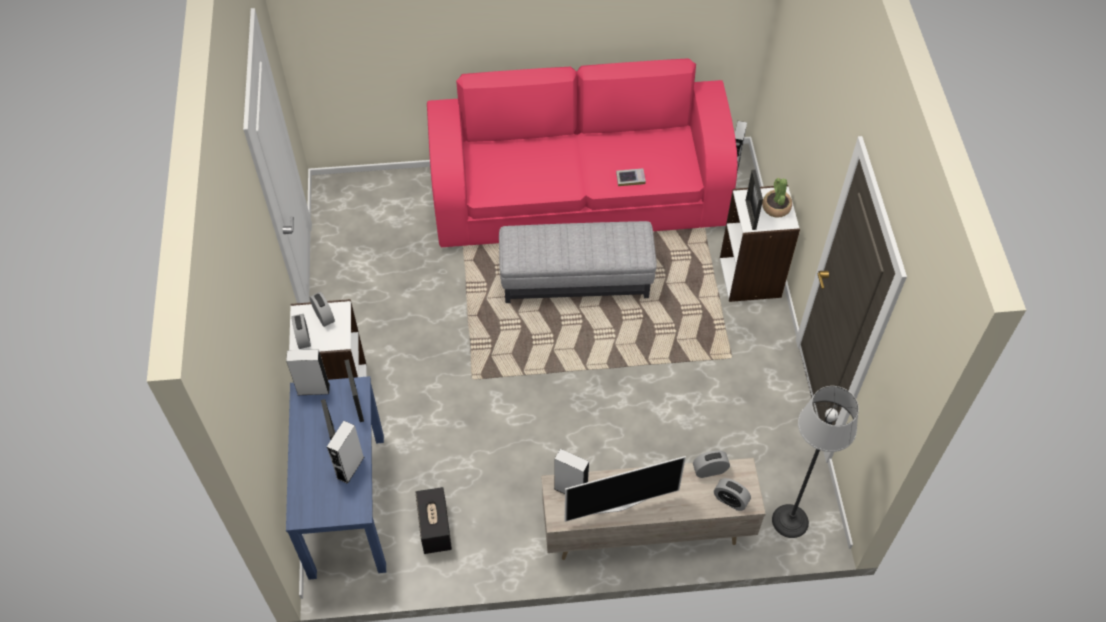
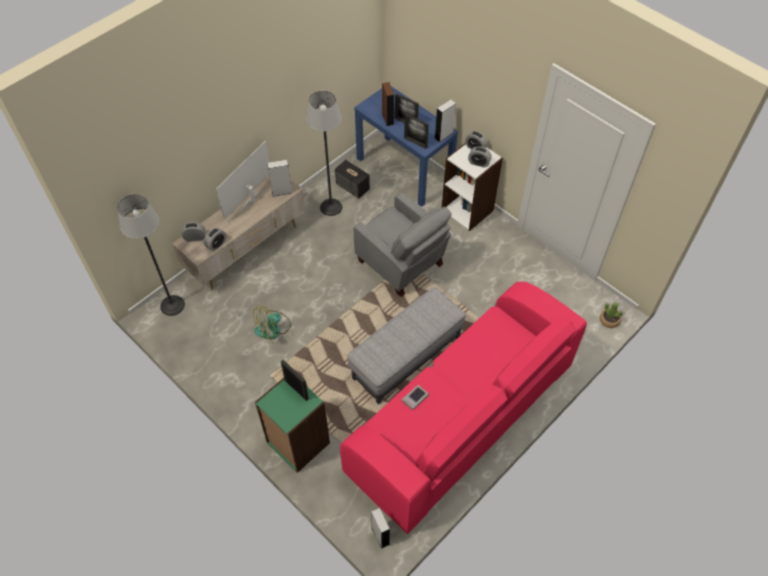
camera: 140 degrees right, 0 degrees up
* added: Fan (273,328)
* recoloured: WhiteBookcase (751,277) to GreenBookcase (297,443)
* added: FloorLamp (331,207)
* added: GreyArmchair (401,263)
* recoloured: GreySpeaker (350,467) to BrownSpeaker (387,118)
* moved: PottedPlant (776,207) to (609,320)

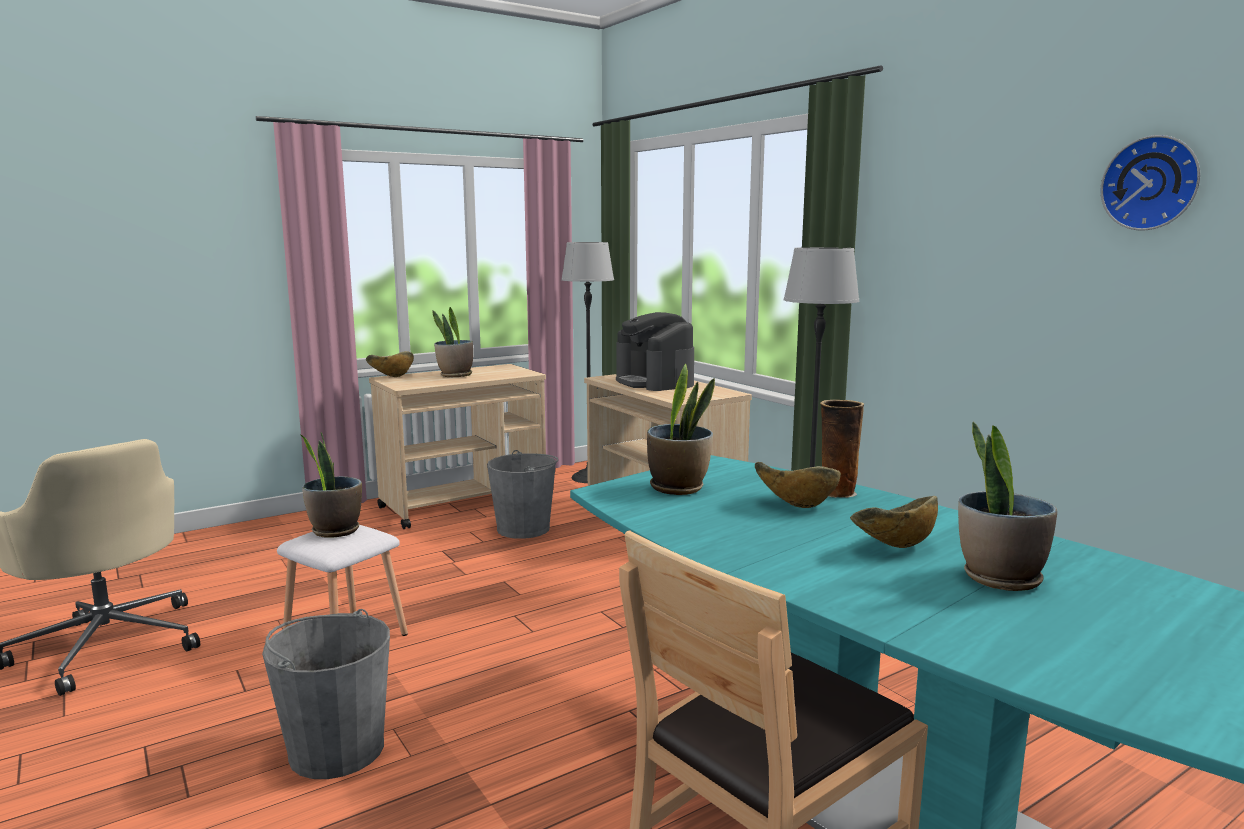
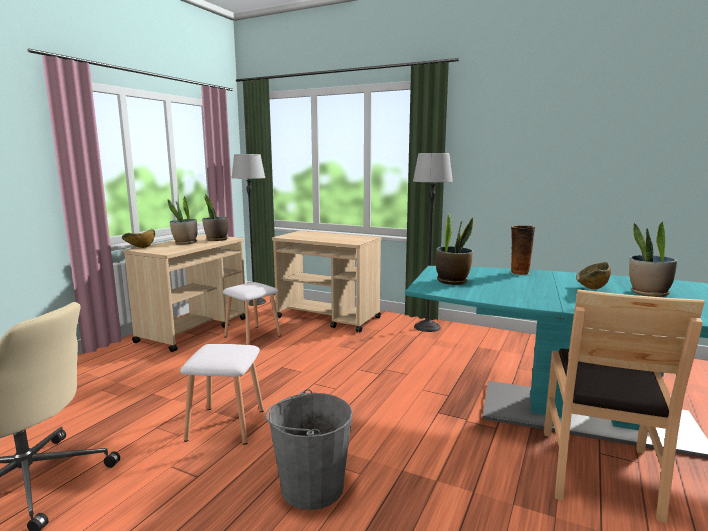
camera: 30 degrees left, 0 degrees up
* moved: PottedPlant (335,531) to (216,240)
* replaced: GreyBucket (524,529) to WhiteStool (253,336)
* removed: CoffeeMachine (654,382)
* removed: Bowl (796,506)
* removed: WallClock (1152,183)

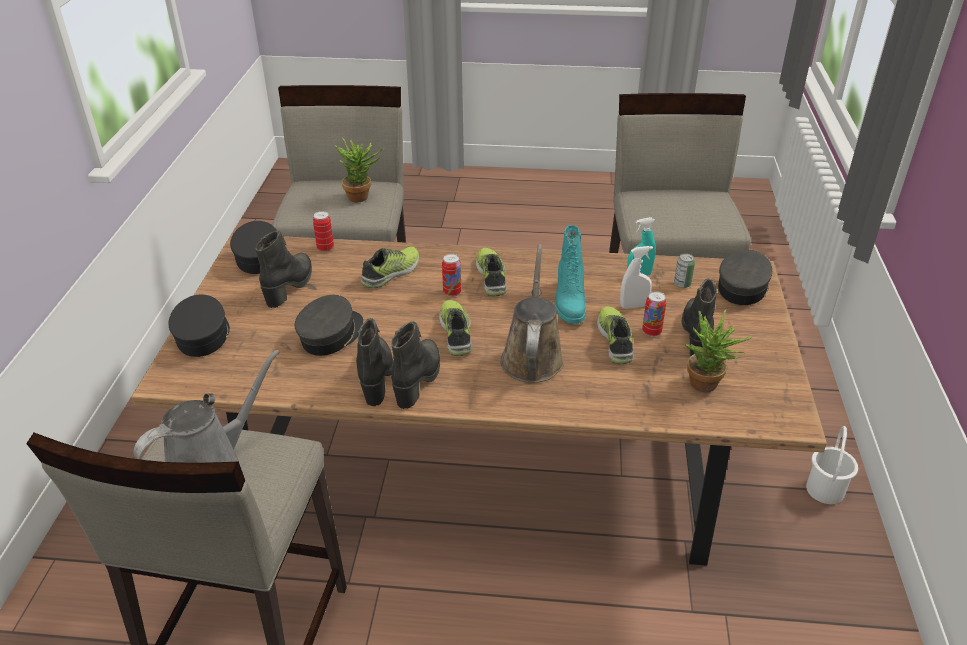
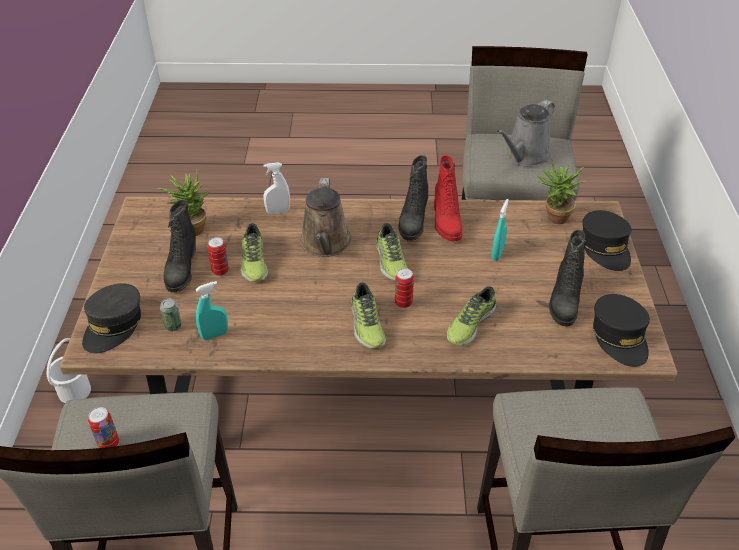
camera: 175 degrees right, 5 degrees up
* moved: Can (325,248) to (109,444)
* moved: WhiteSprayBottle (633,306) to (278,211)
* recoloured: BlackBoot (376,376) to RedBoot (445,222)
* replaced: GreyCap (331,335) to TurquoiseSprayBottle (497,254)
* moved: PottedPlant (362,197) to (553,218)
* removed: TurquoiseBoot (568,303)

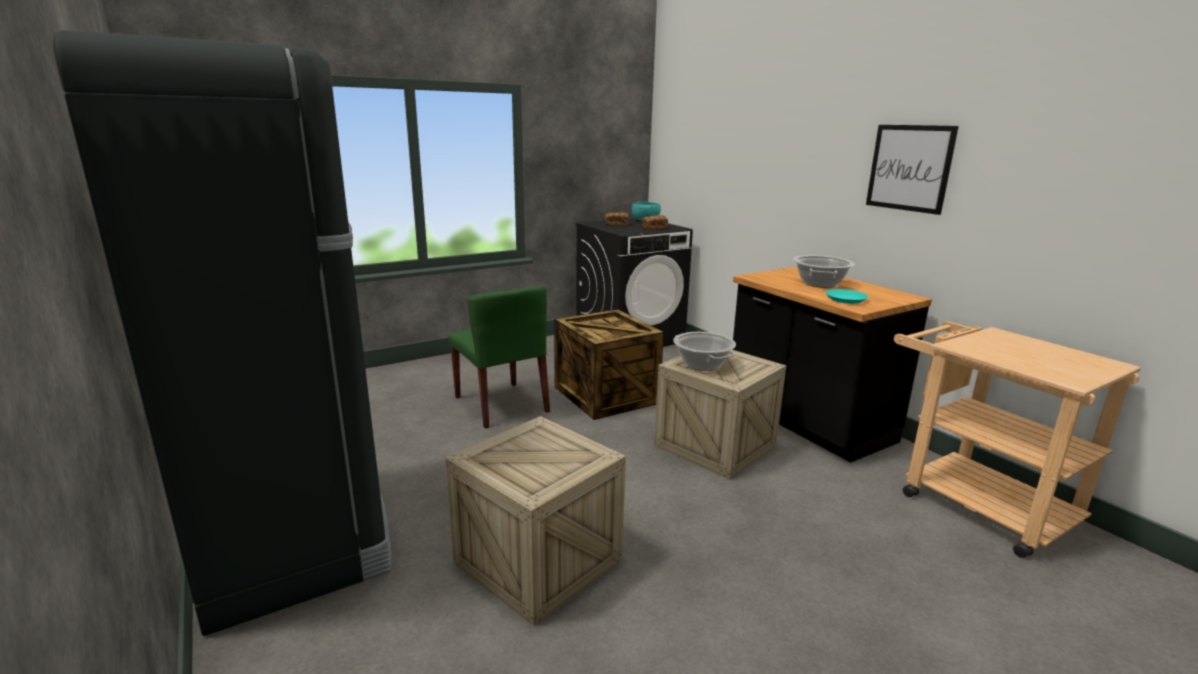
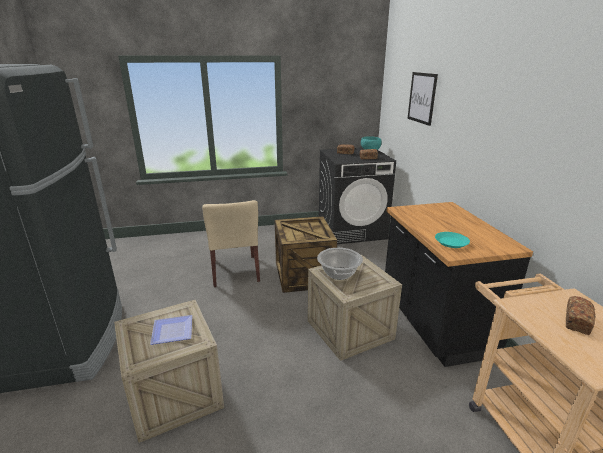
camera: 20 degrees right, 5 degrees up
* added: Plate (174,332)
* recoloured: GreenChair (501,404) to BeigeChair (235,271)
* moved: Picture (909,168) to (422,98)
* added: Bread (577,322)
* removed: CookingPot (820,284)

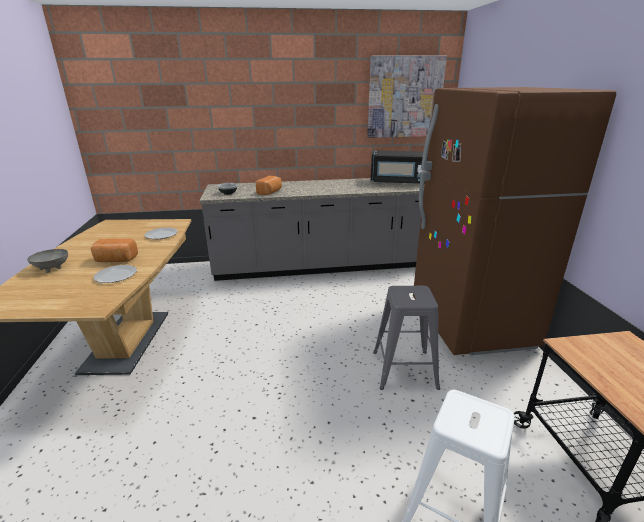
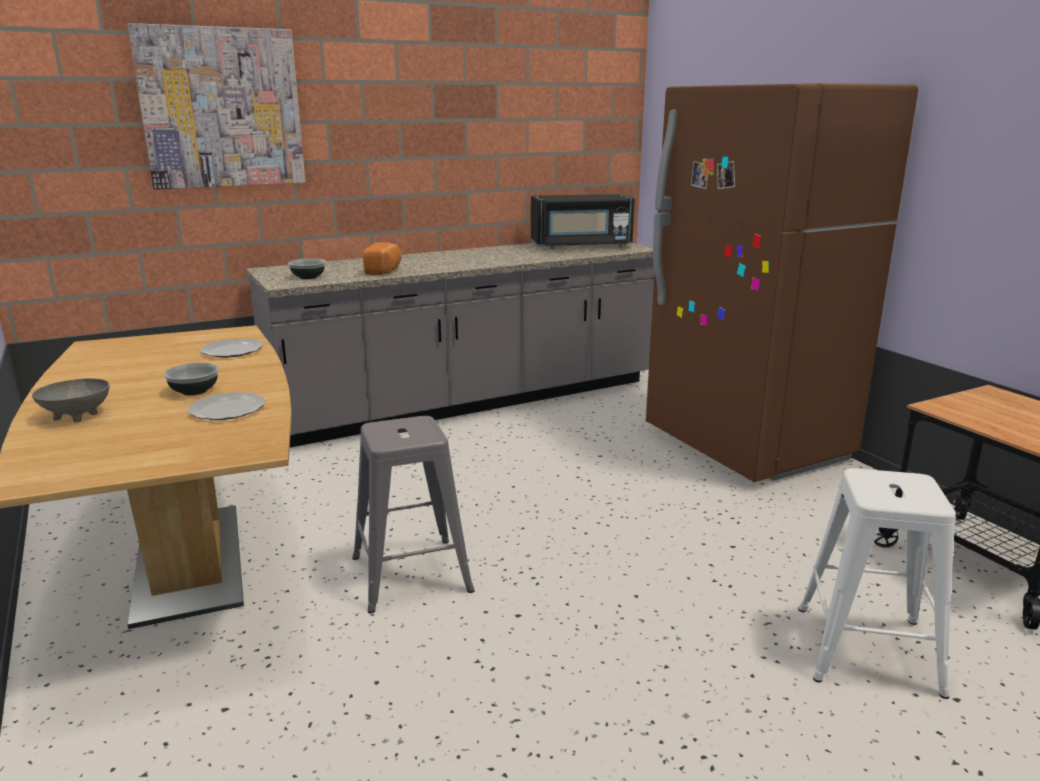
camera: 20 degrees left, 5 degrees down
* moved: Picture (405,97) to (221,108)
* replaced: Bread (115,260) to Bowl (194,391)
* moved: GreyStool (405,369) to (413,574)

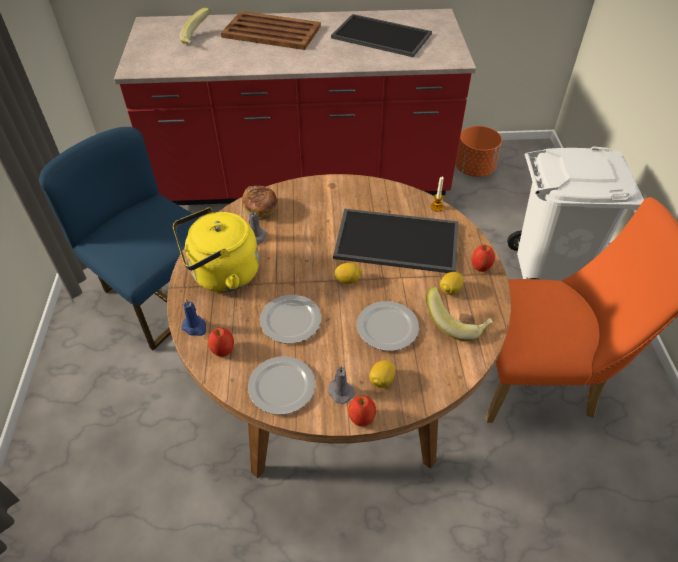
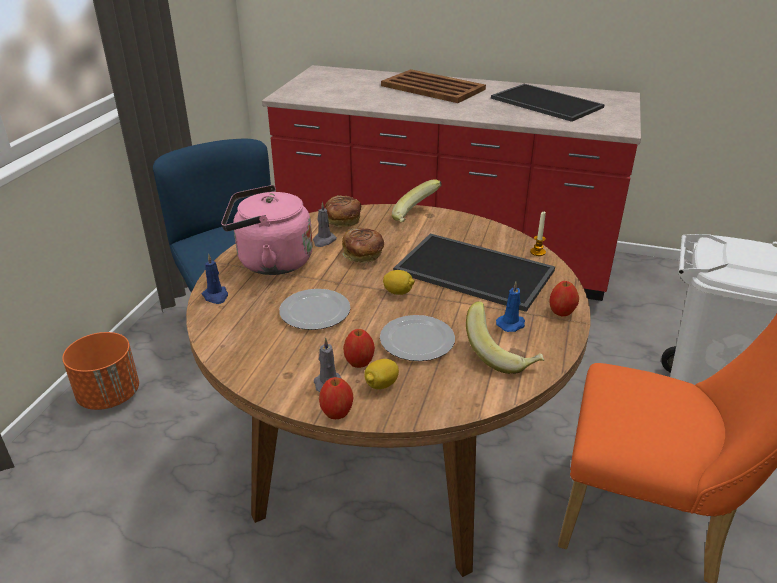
camera: 20 degrees right, 15 degrees down
* moved: OrangePlanter (474,169) to (109,395)
* recoloured: YellowKettle (221,275) to PinkKettle (270,262)
* added: Bread (363,255)
* moved: Apple (223,350) to (359,362)
* moved: Banana (198,39) to (416,217)
* replaced: Lemon (450,290) to BlueCandle (511,324)
* removed: Plate (283,386)

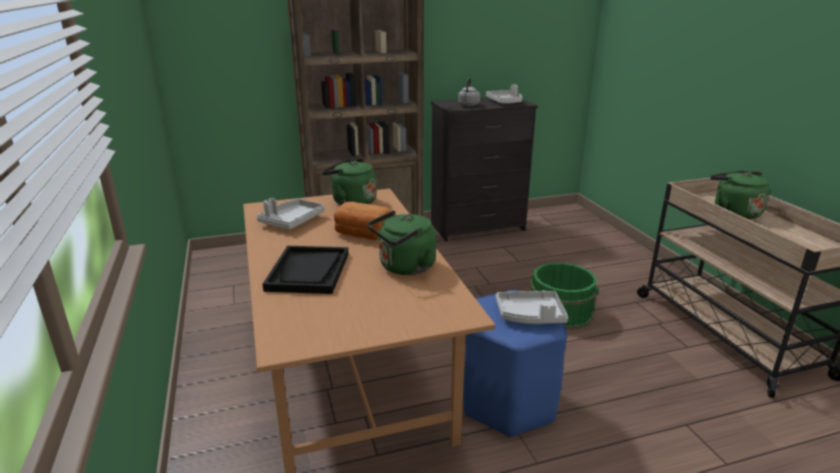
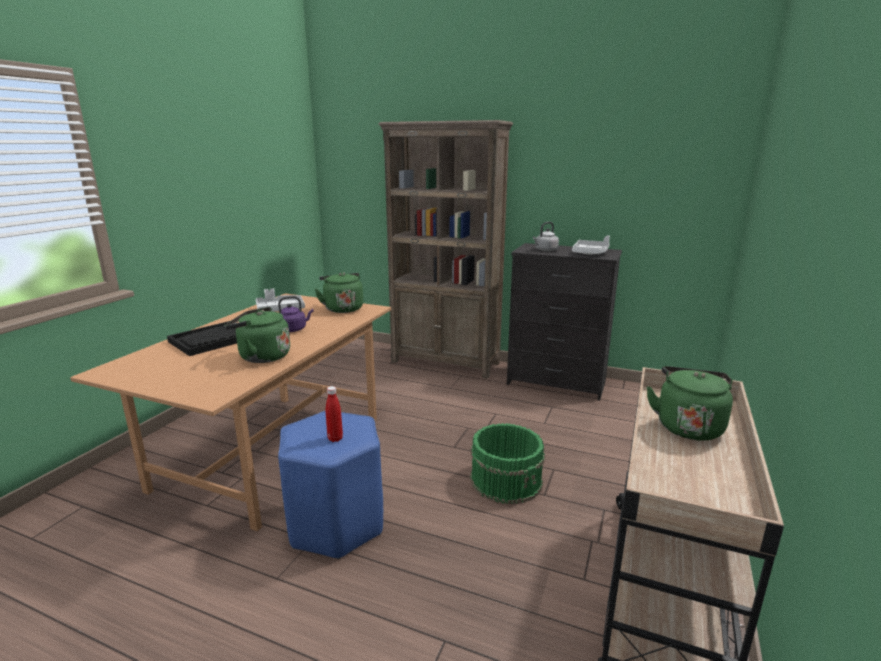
camera: 40 degrees right, 5 degrees down
* replaced: Bread (361,234) to PurpleKettle (293,329)
* replaced: GreyTray (530,316) to RedBottle (335,438)

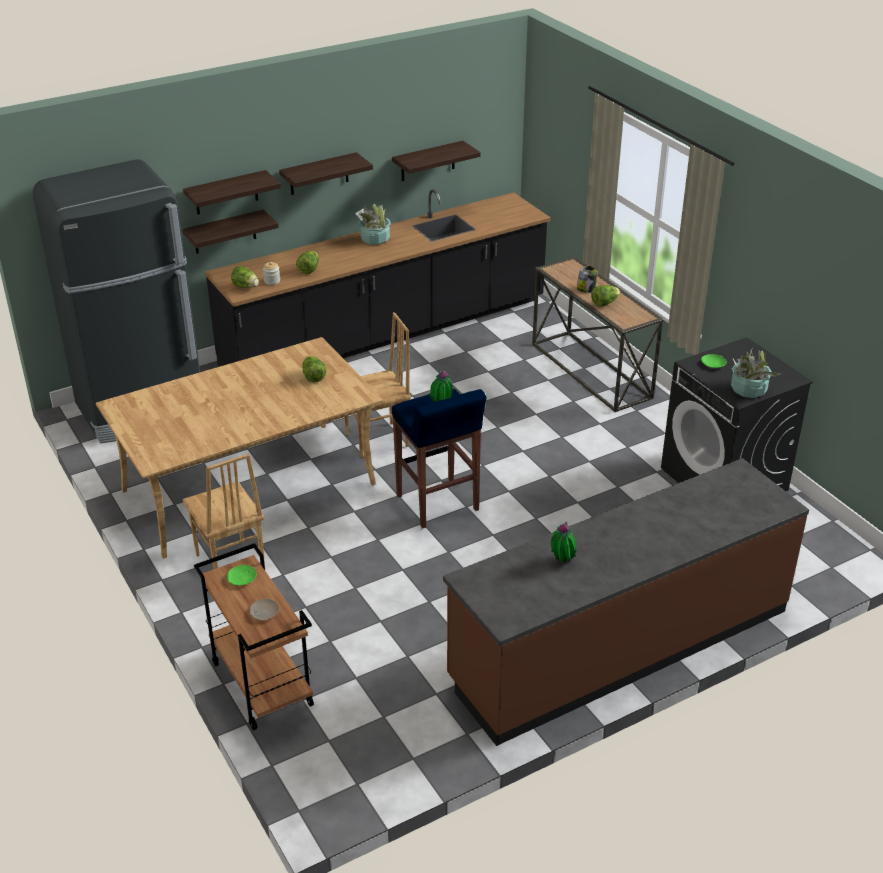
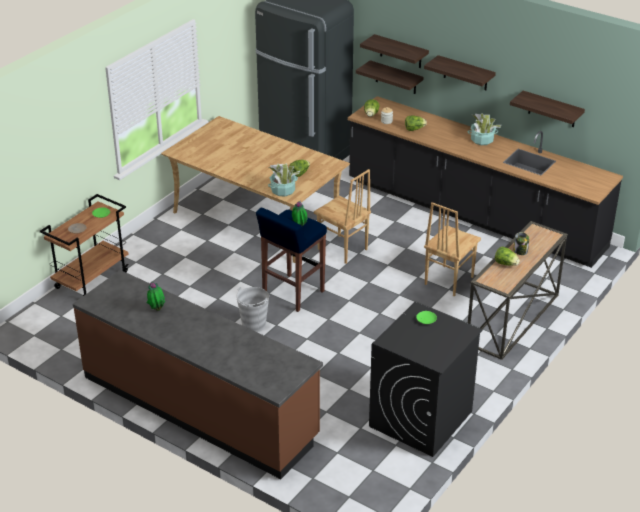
camera: 65 degrees right, 0 degrees up
* added: GreyBucket (253,325)
* moved: PottedPlant (748,389) to (283,191)
* moved: BrownChair (229,564) to (448,280)

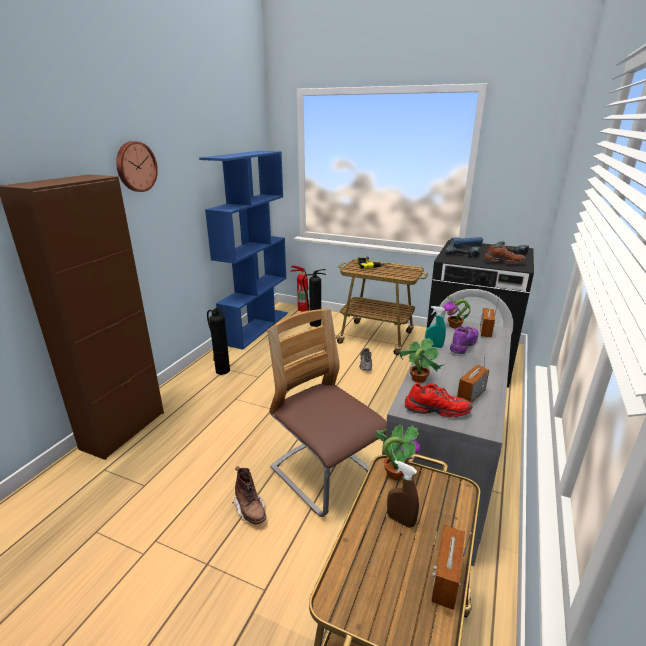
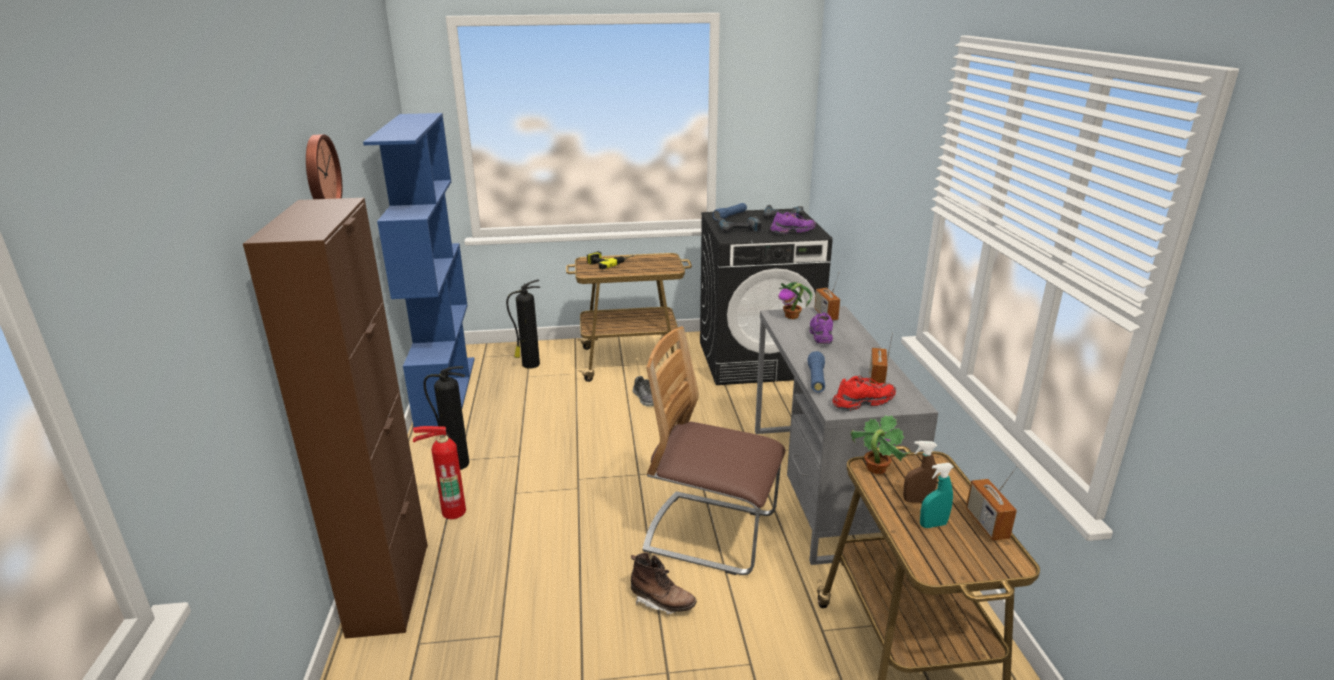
camera: 30 degrees left, 0 degrees up
* moved: FireExtinguisher (302,309) to (452,510)
* recoloured: BrownShoe (503,262) to PurpleShoe (792,232)
* replaced: PottedPlant (418,378) to BlueFlashlight (816,379)
* moved: TurquoiseSprayBottle (433,346) to (933,525)

